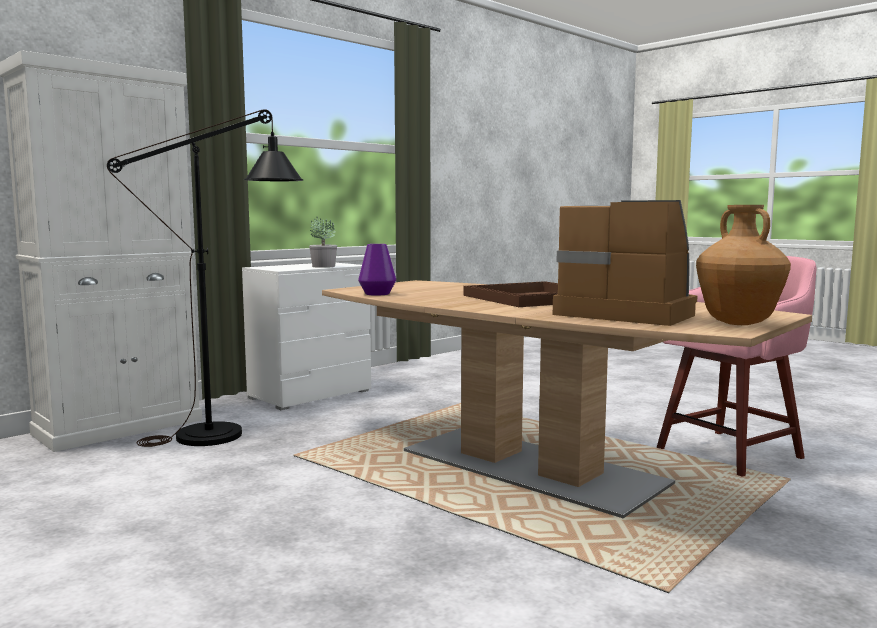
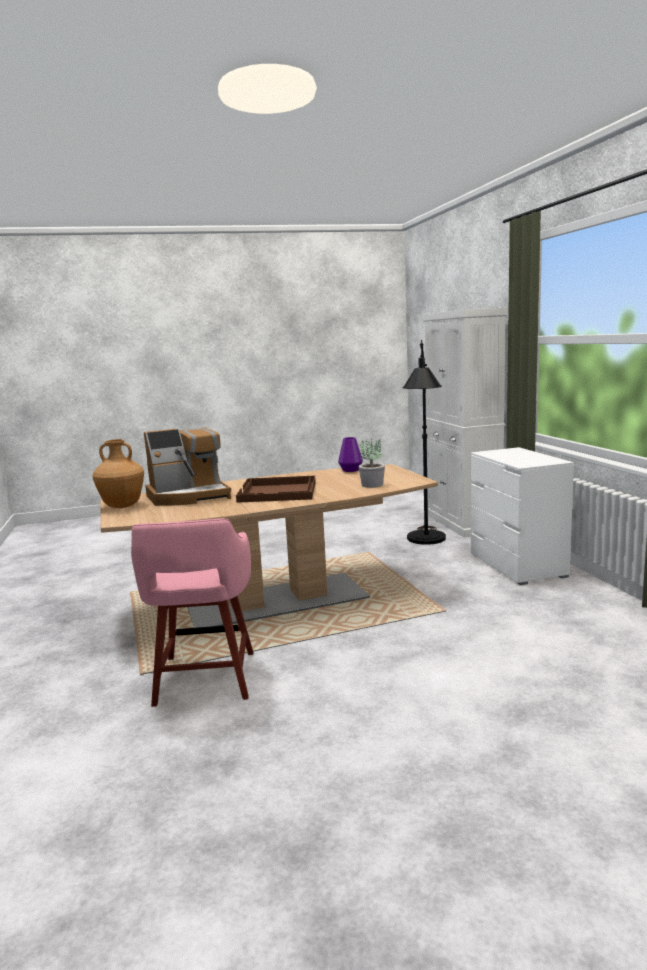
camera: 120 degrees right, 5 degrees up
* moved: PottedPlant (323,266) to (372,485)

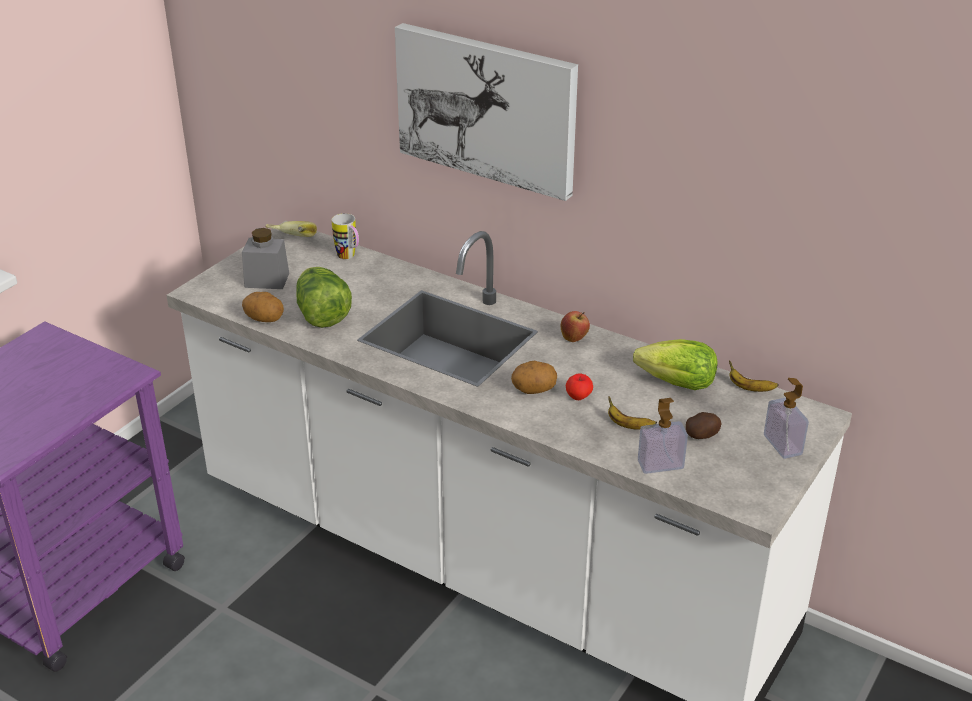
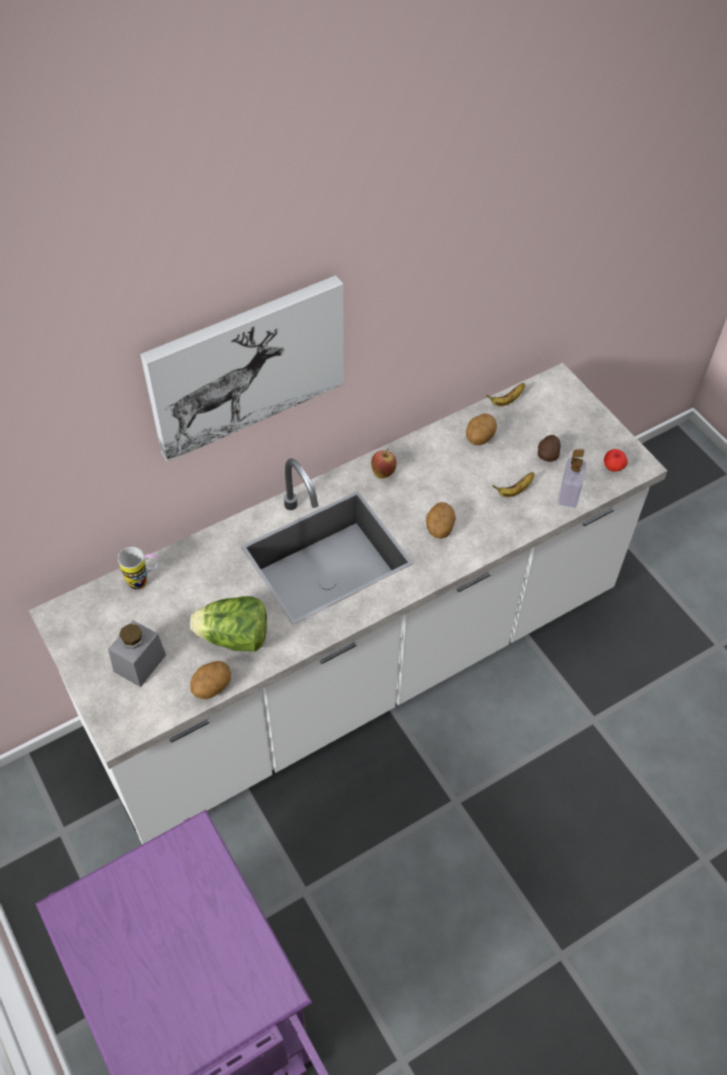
camera: 65 degrees left, 20 degrees up
* replaced: Lettuce (677,384) to Potato (479,438)
* moved: Apple (578,397) to (613,467)
* removed: Banana (290,243)
* removed: SoapDispenser (782,445)

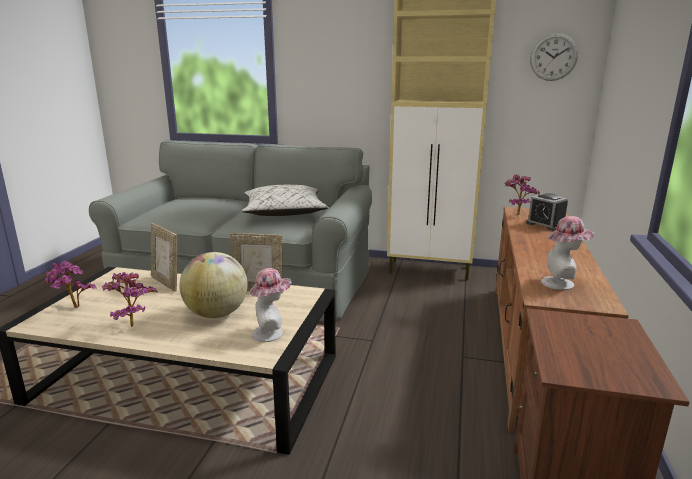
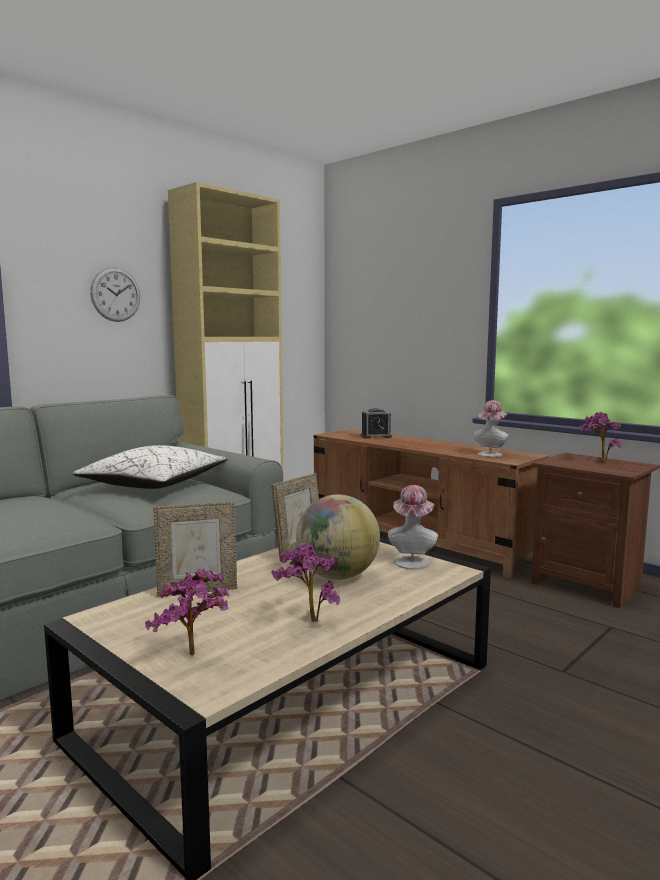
camera: 60 degrees left, 10 degrees down
* moved: WallClock (553,57) to (115,294)
* moved: PottedPlant (516,214) to (599,460)

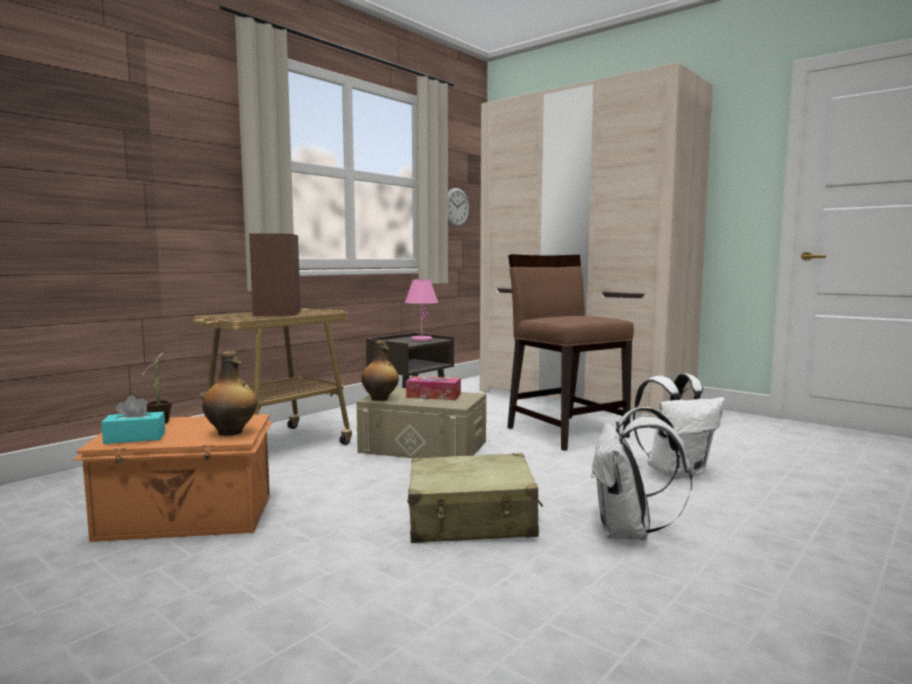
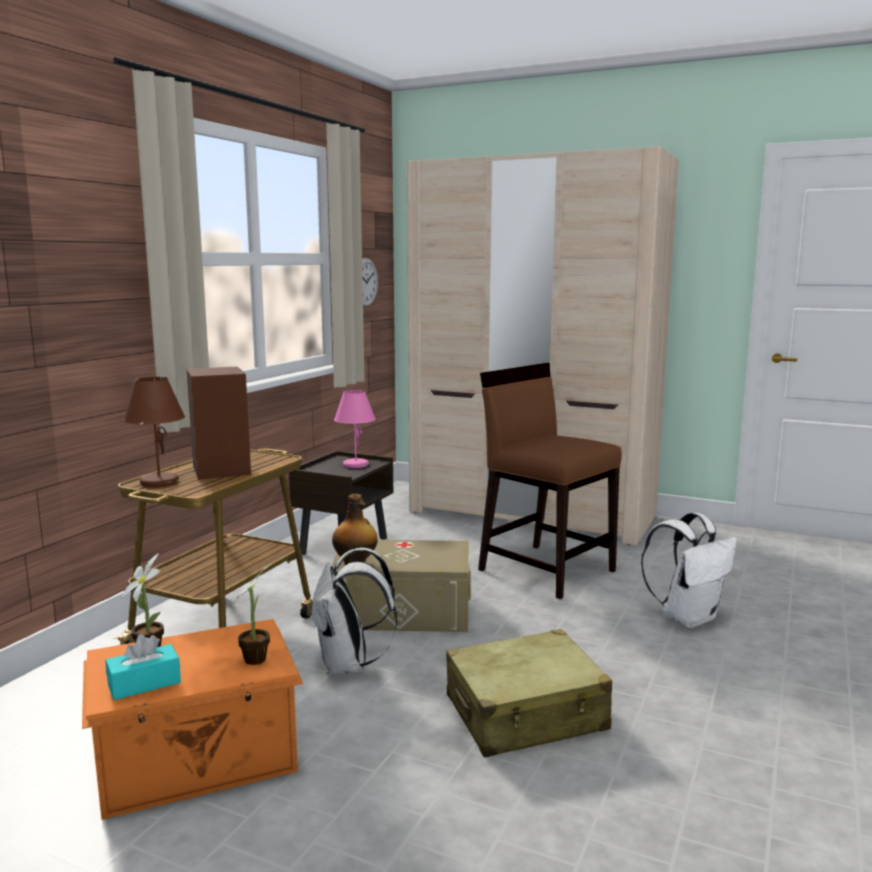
camera: 15 degrees left, 5 degrees up
* added: BrownTableLamp (159,482)
* replaced: Bottle (231,432) to PottedPlant (257,657)
* moved: WhiteBackpack (628,533) to (349,666)
* removed: TissueBox (433,396)

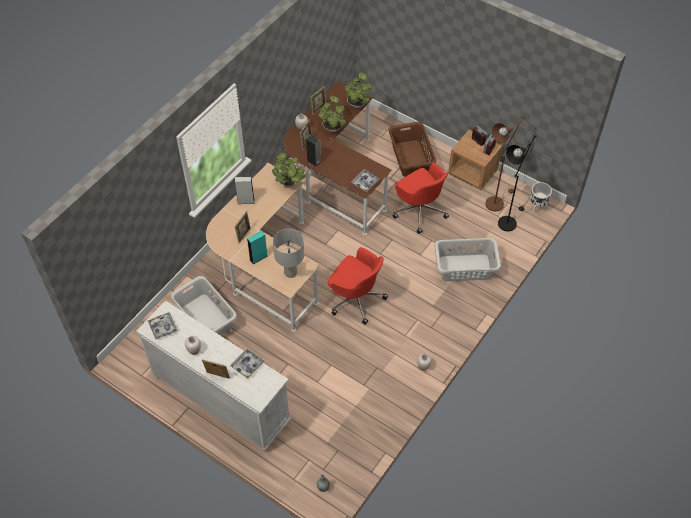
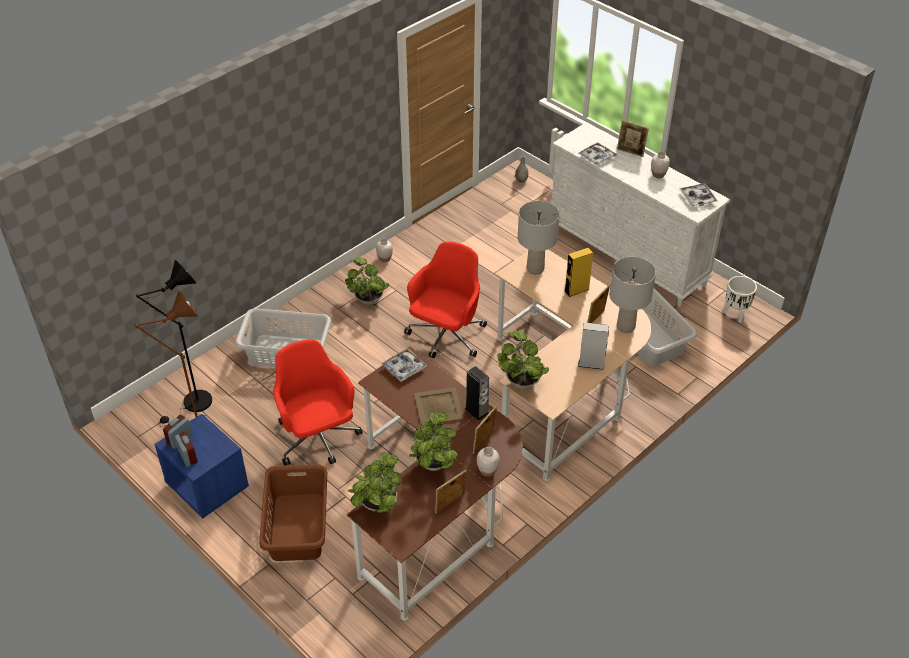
camera: 170 degrees left, 10 degrees down
* recoloured: BrownNightstand (473,173) to BlueNightstand (207,486)
* added: PottedPlant (368,299)
* turned: RedOfficeChair (355,298) = (446,336) 75 degrees clockwise
* added: BeigeTray (439,407)
* recoloured: TurquoiseSpeaker (258,258) to YellowSpeaker (576,290)
* added: GreyTableLamp (626,327)
* moved: WhitePlanter (537,207) to (735,314)

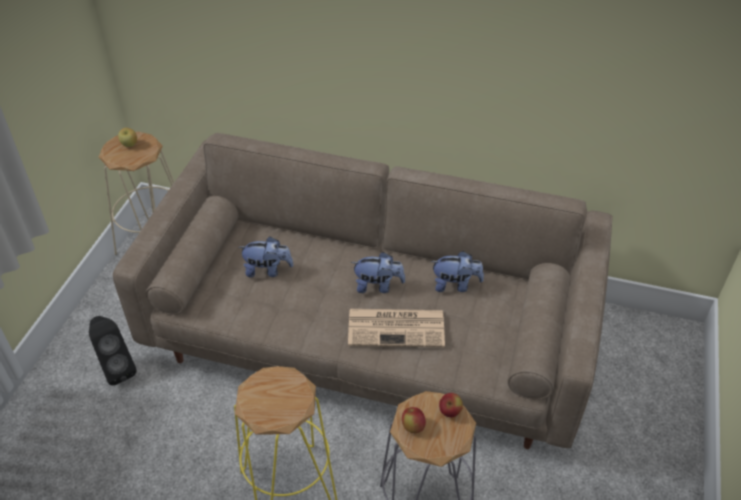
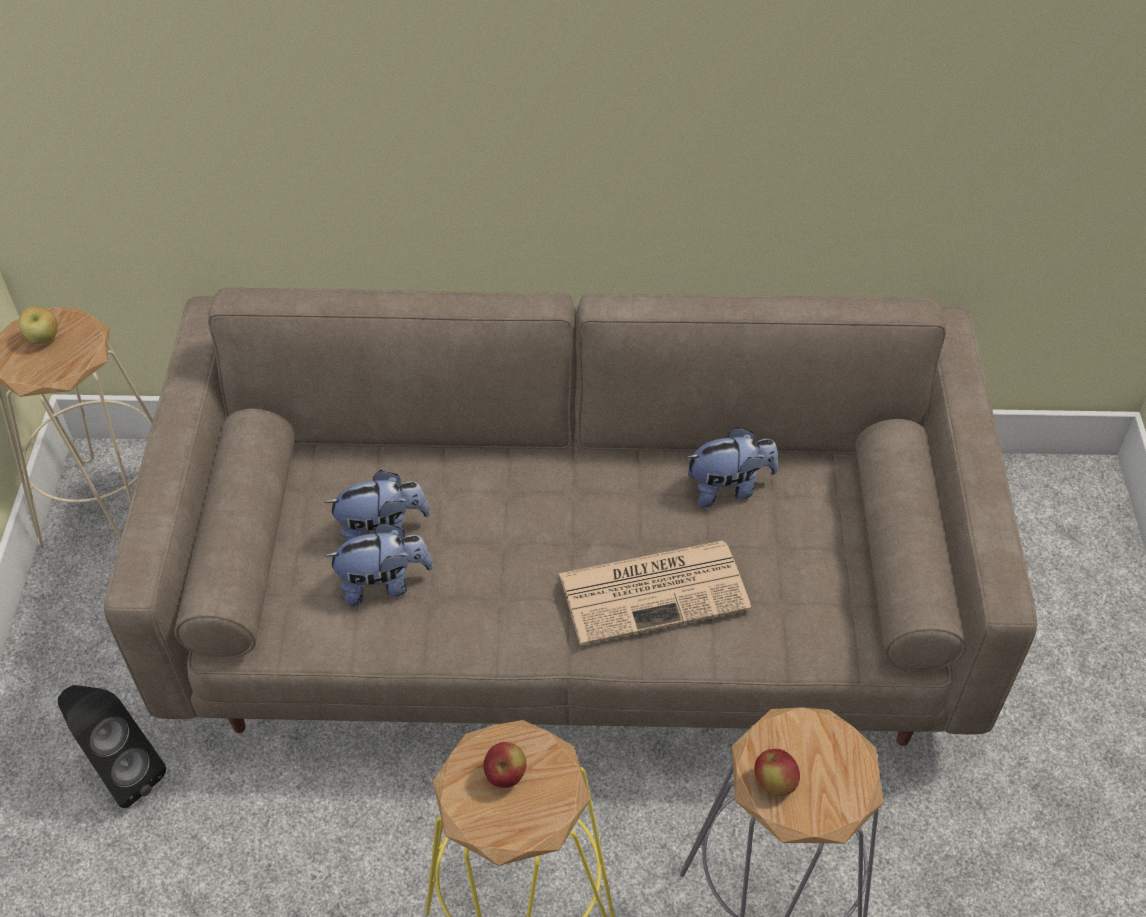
camera: 15 degrees left, 5 degrees up
* moved: PlushToy (378,286) to (383,584)
* moved: Apple (450,412) to (505,775)

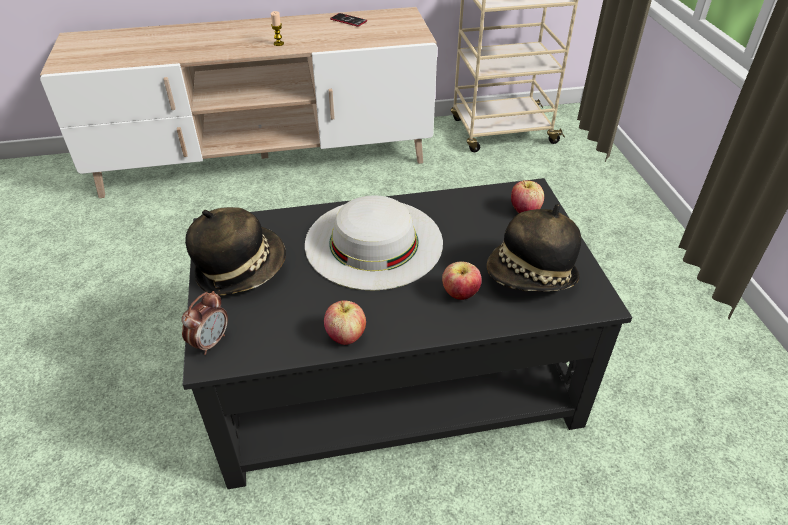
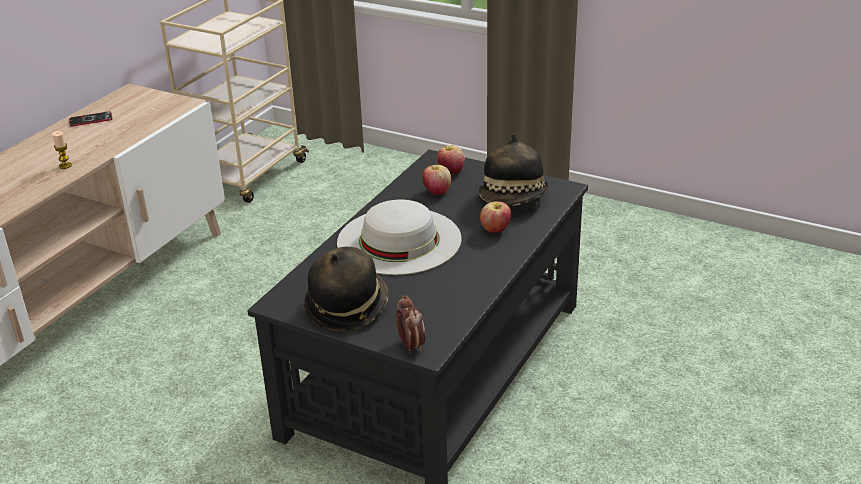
camera: 50 degrees left, 10 degrees down
* moved: Apple (346,336) to (437,192)

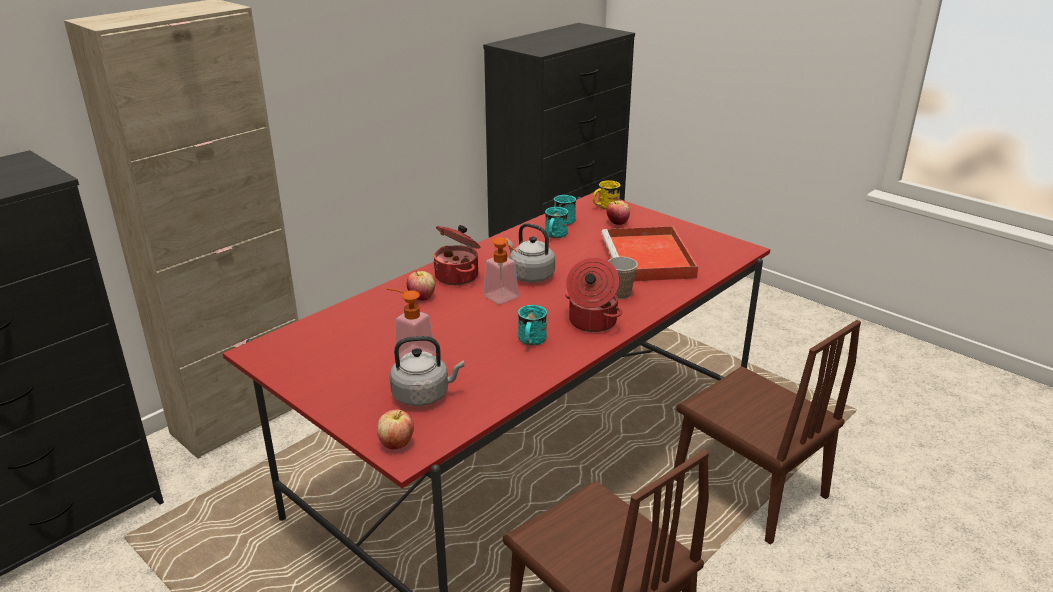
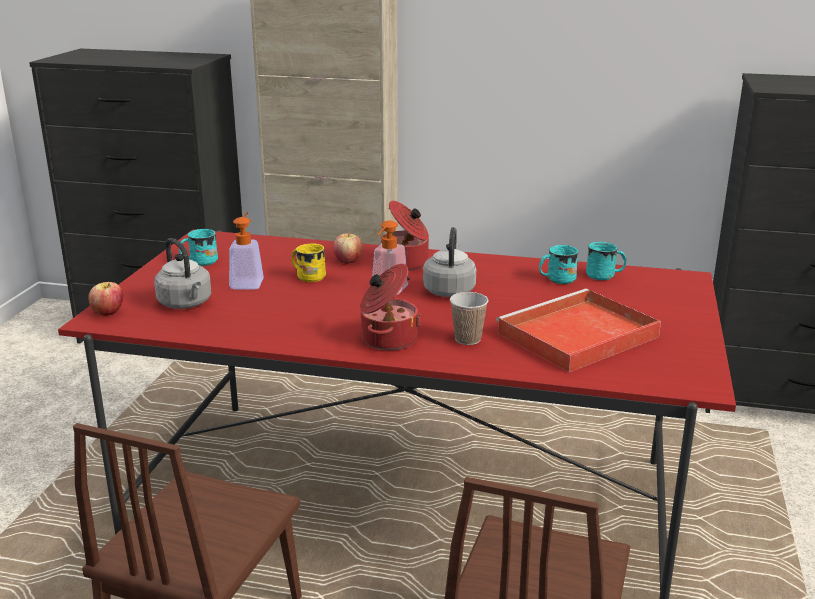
camera: 60 degrees right, 5 degrees down
* moved: TurquoiseMug (530,342) to (199,262)
* moved: YellowMug (605,206) to (308,276)
* removed: Apple (617,223)

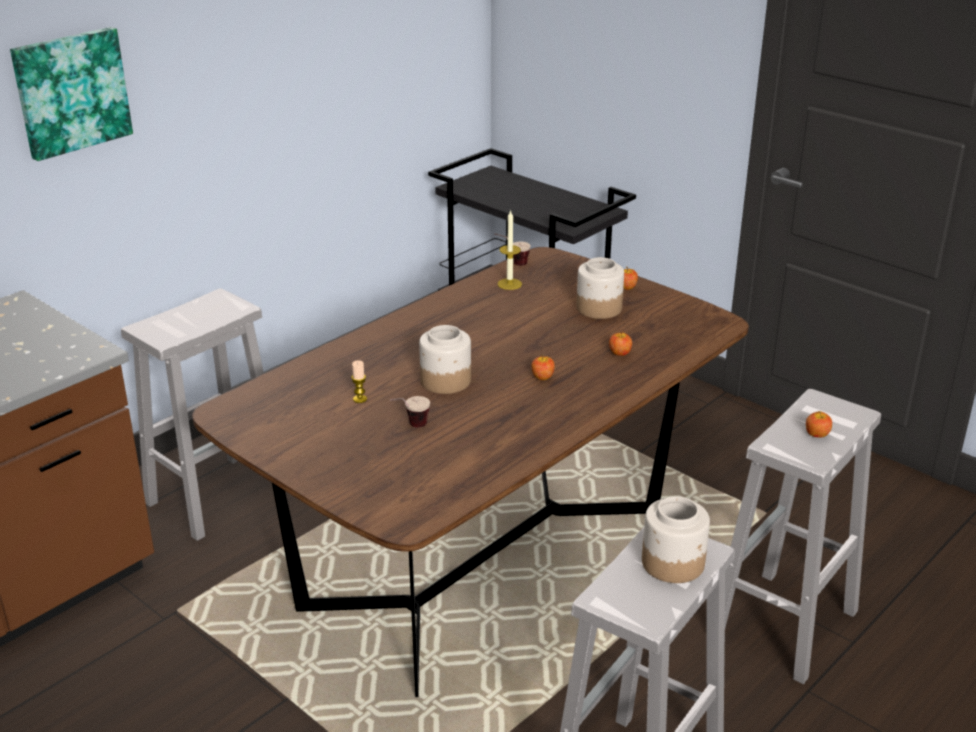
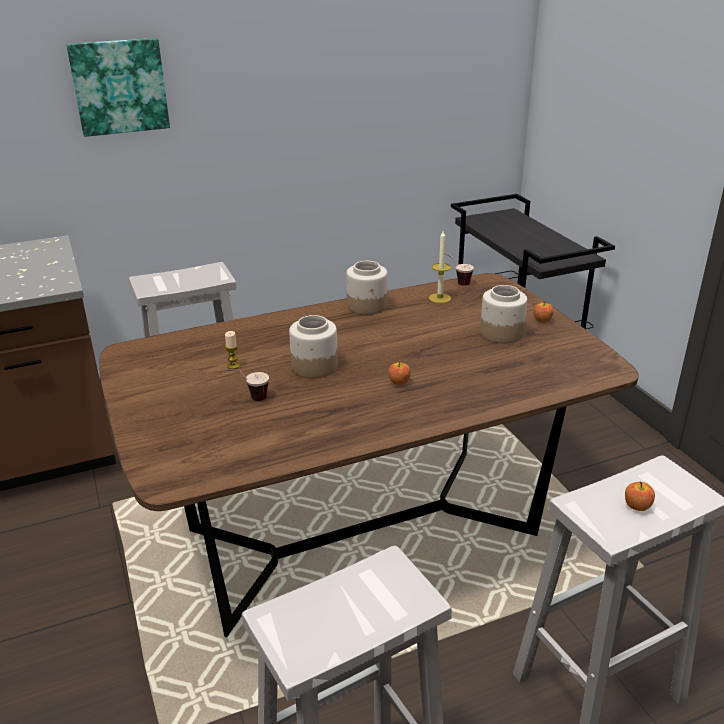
camera: 25 degrees right, 0 degrees up
* moved: Jar (673,563) to (367,306)
* removed: Apple (619,353)

